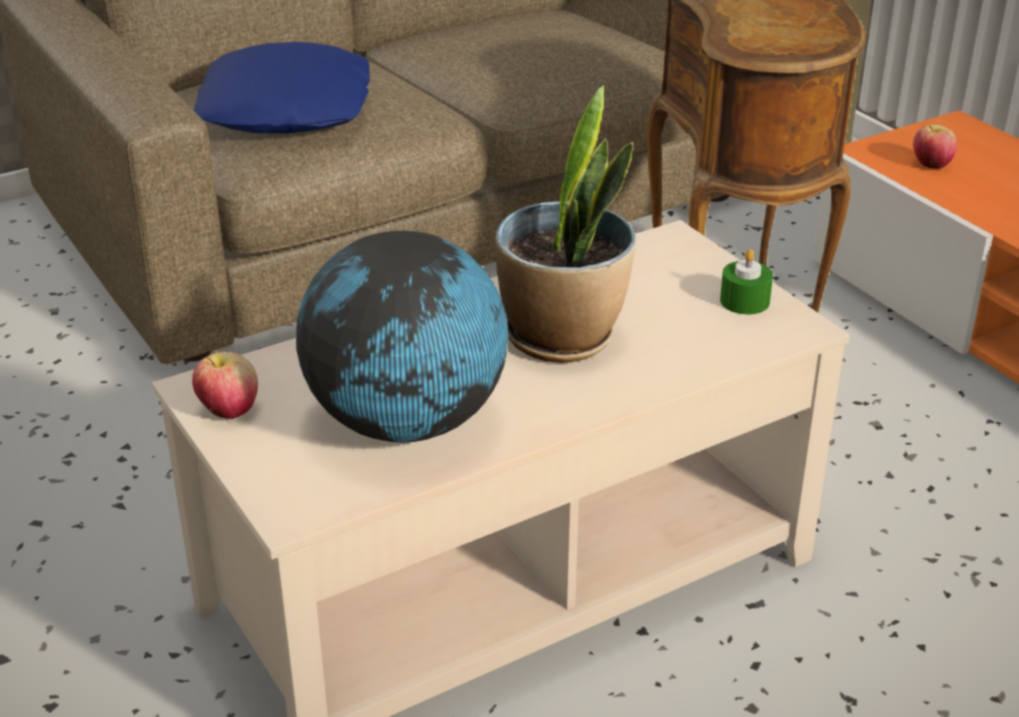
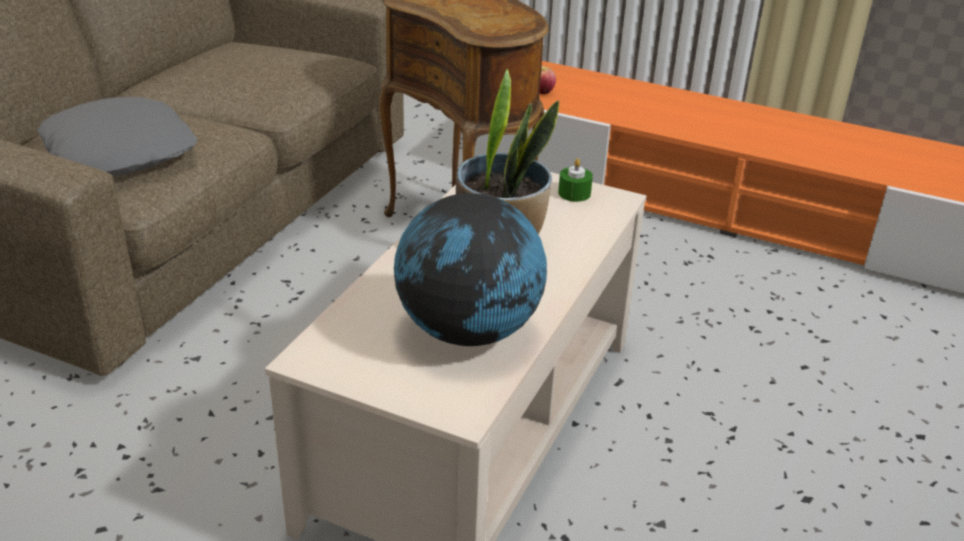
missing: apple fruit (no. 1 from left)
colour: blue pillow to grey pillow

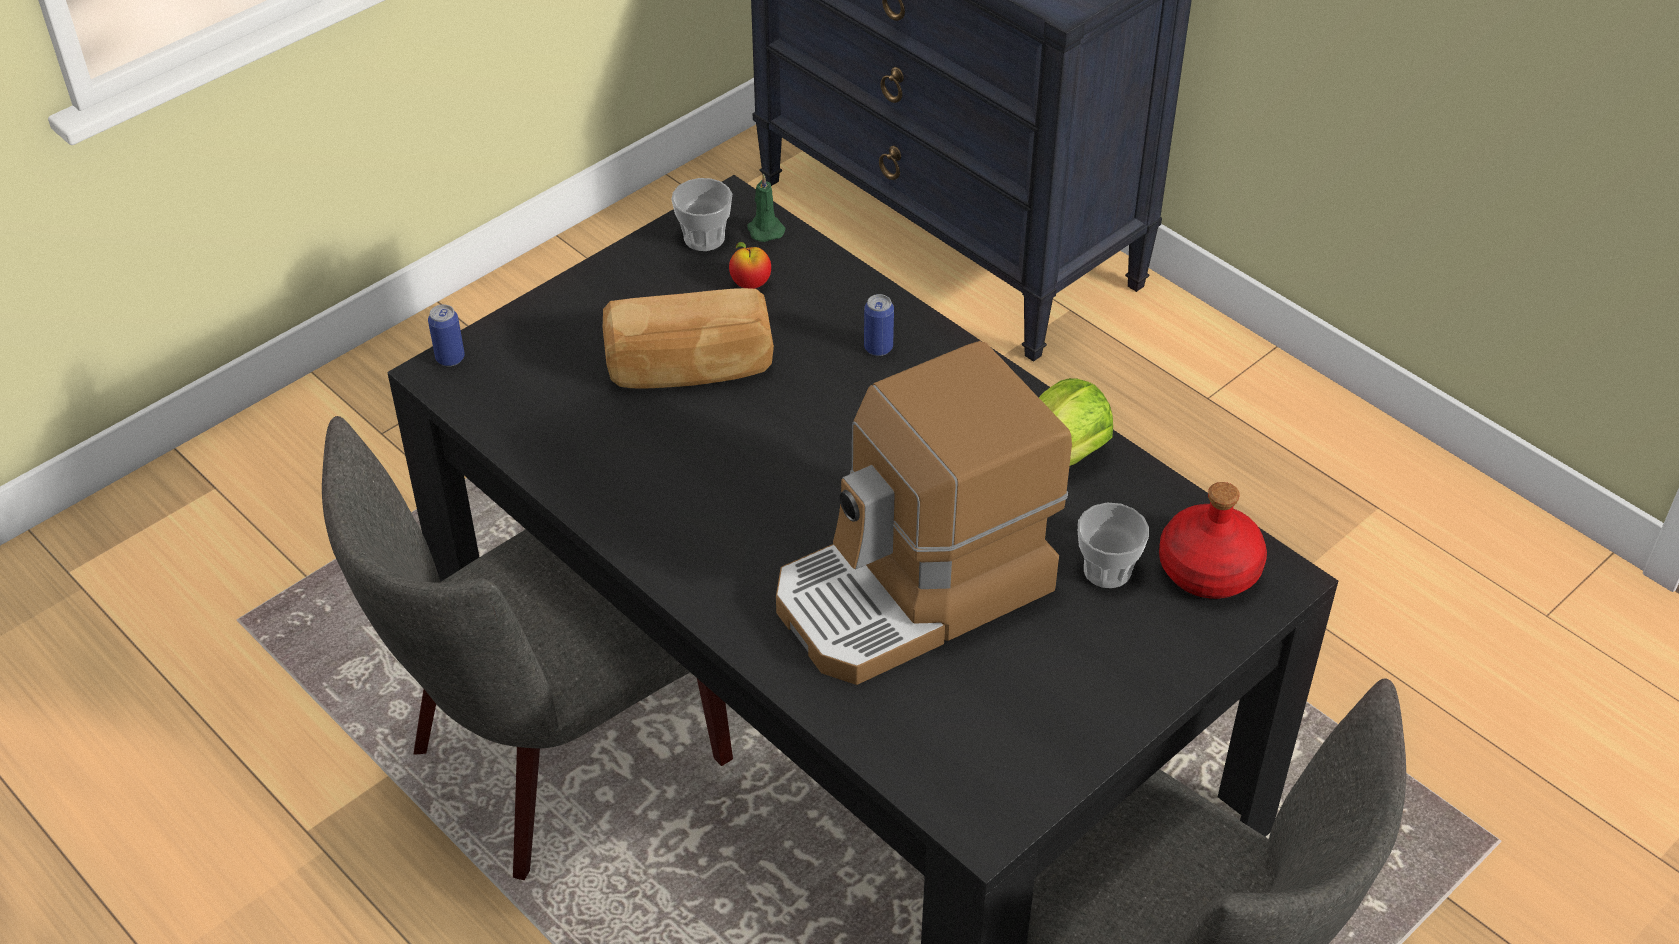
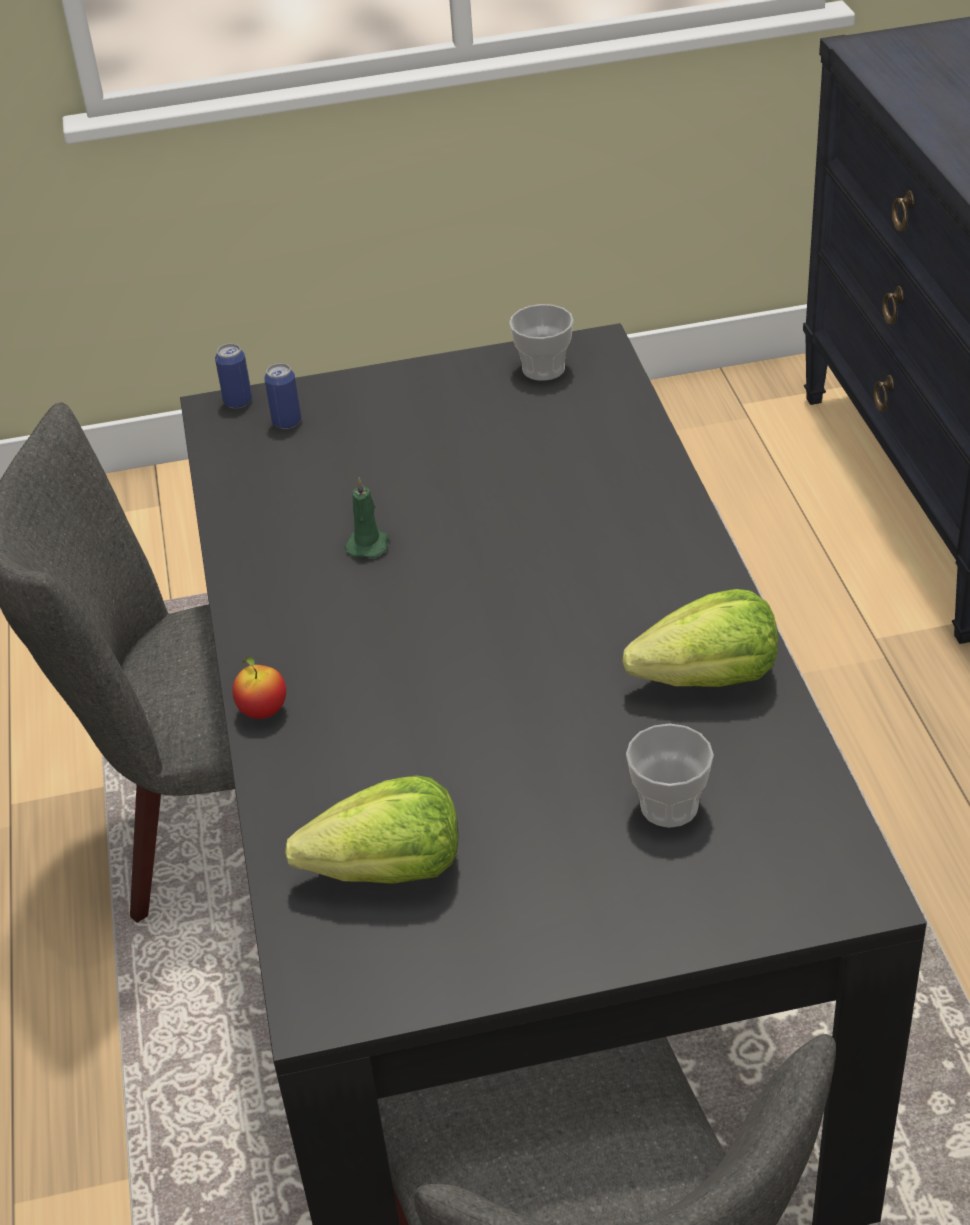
missing: bread; coffee brewer; reddish bottle
appeared: head of lettuce (no. 1 from left)
relocated: green-coloured candle; apple fruit; can (no. 2 from left)

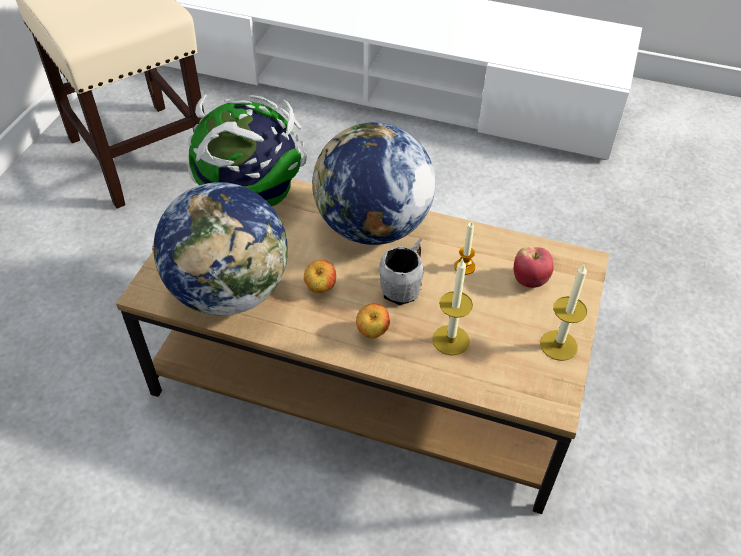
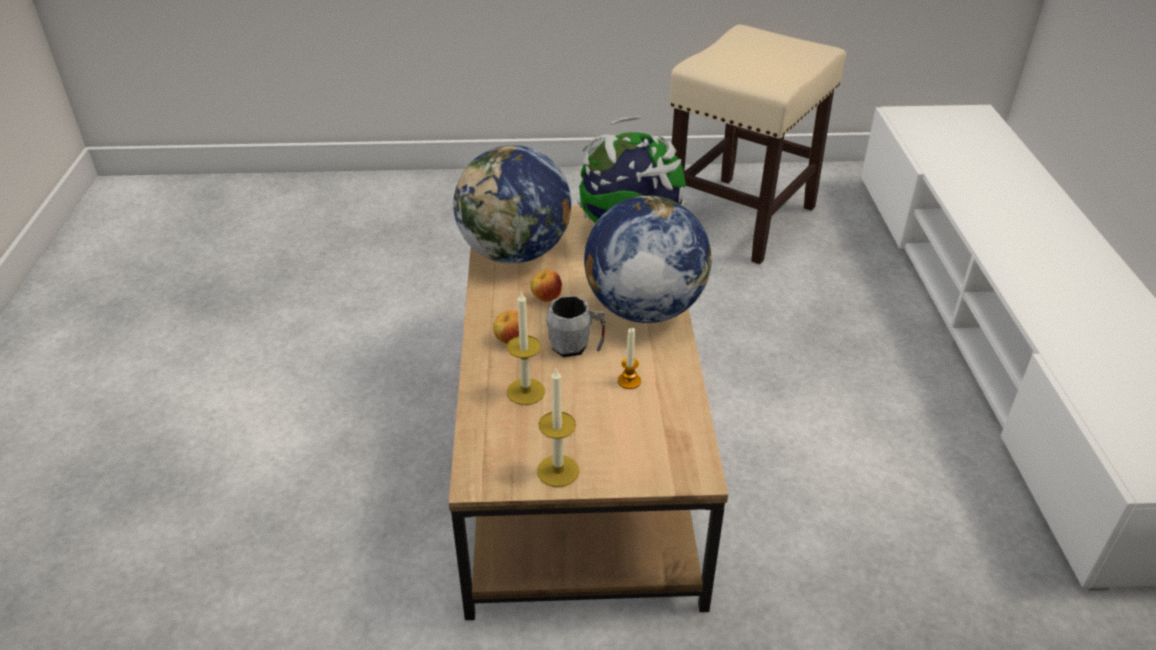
missing: apple fruit (no. 3 from left)

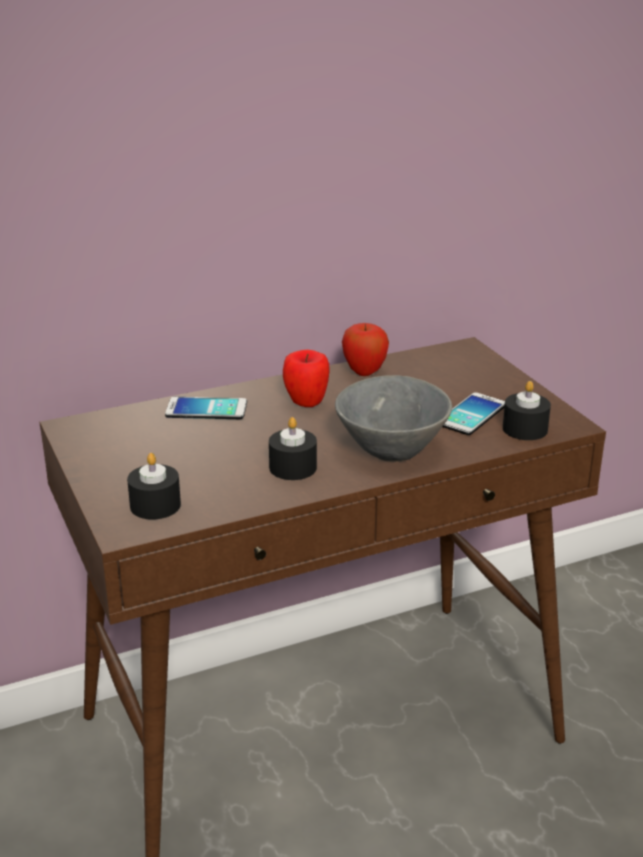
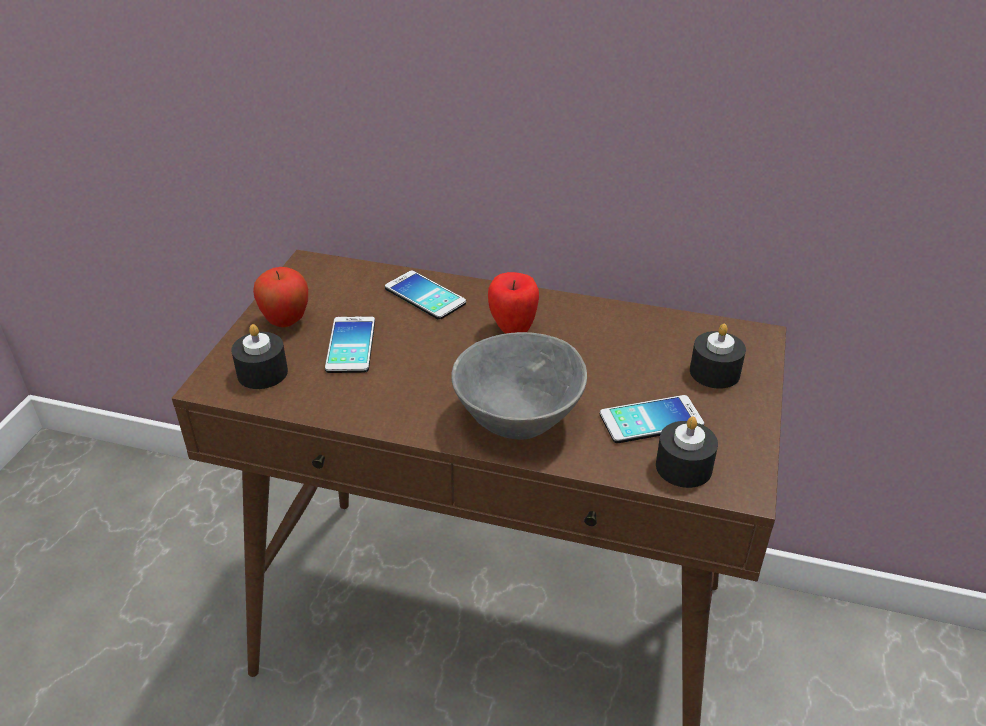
appeared: phone (no. 1 from left)
relocated: apple fruit (no. 2 from left in the first image) to apple fruit (no. 1 from left); blackish candle (no. 2 from left in the first image) to blackish candle (no. 3 from left)

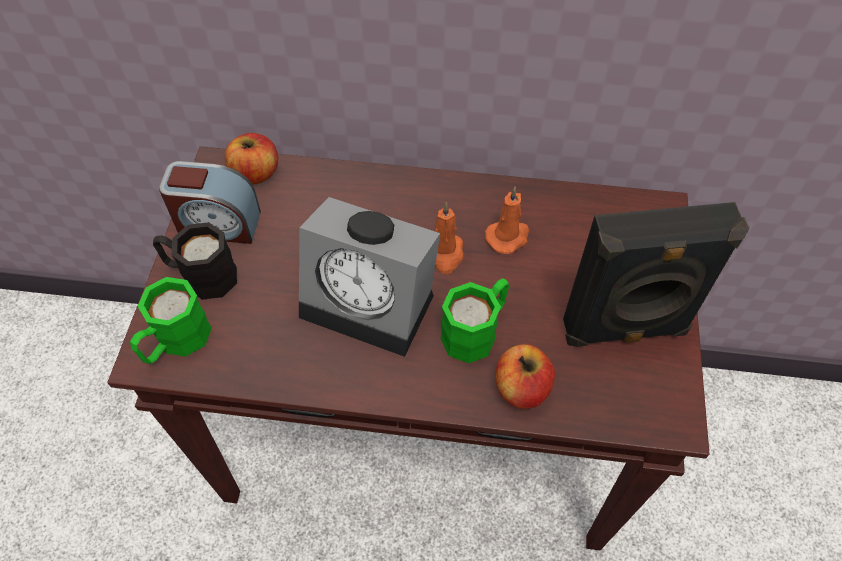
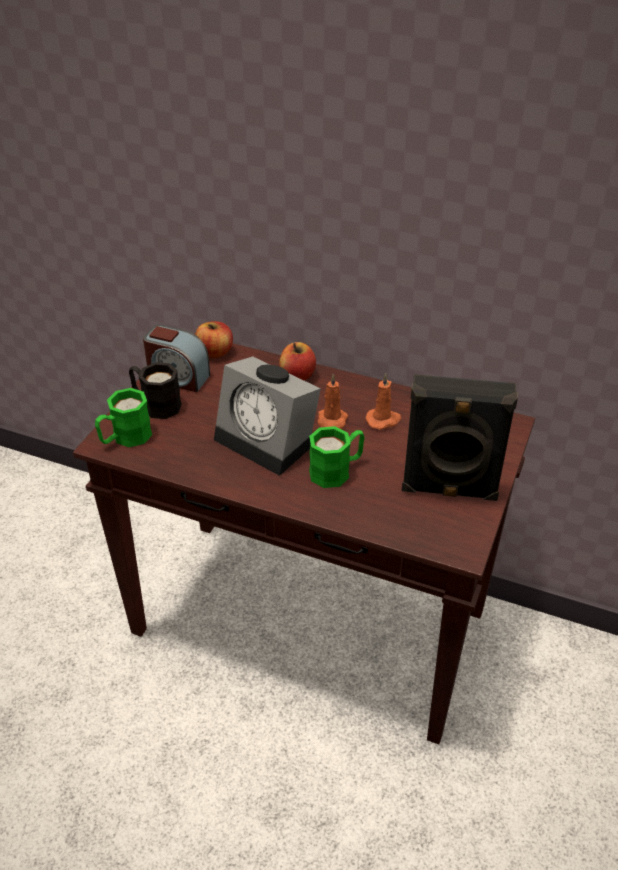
relocated: apple fruit (no. 2 from left)

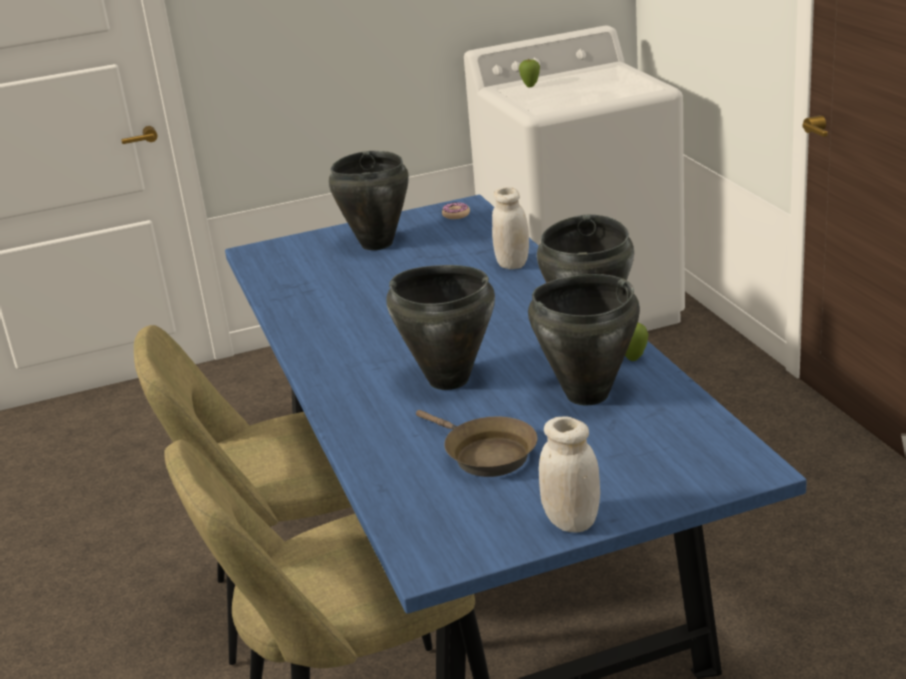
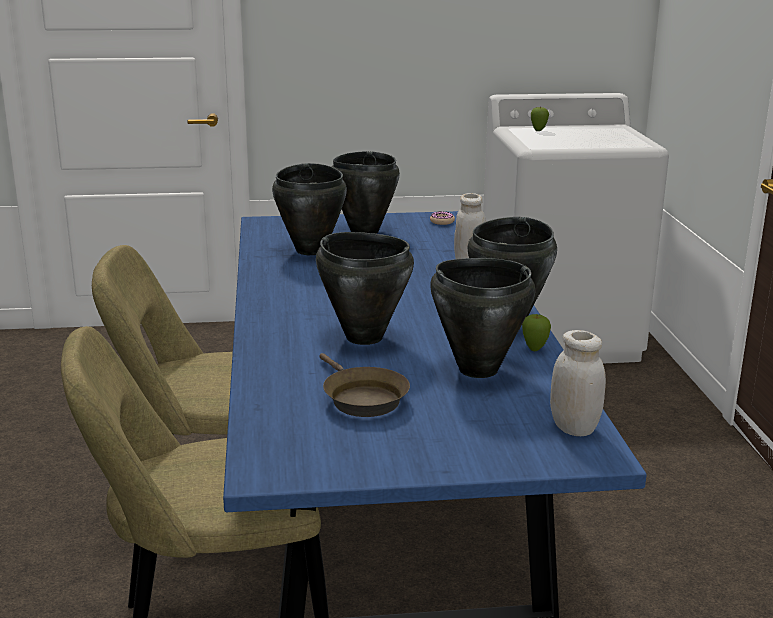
appeared: blackish stockpot (no. 1 from left)
relocated: white-coloured preserve jar (no. 2 from left)

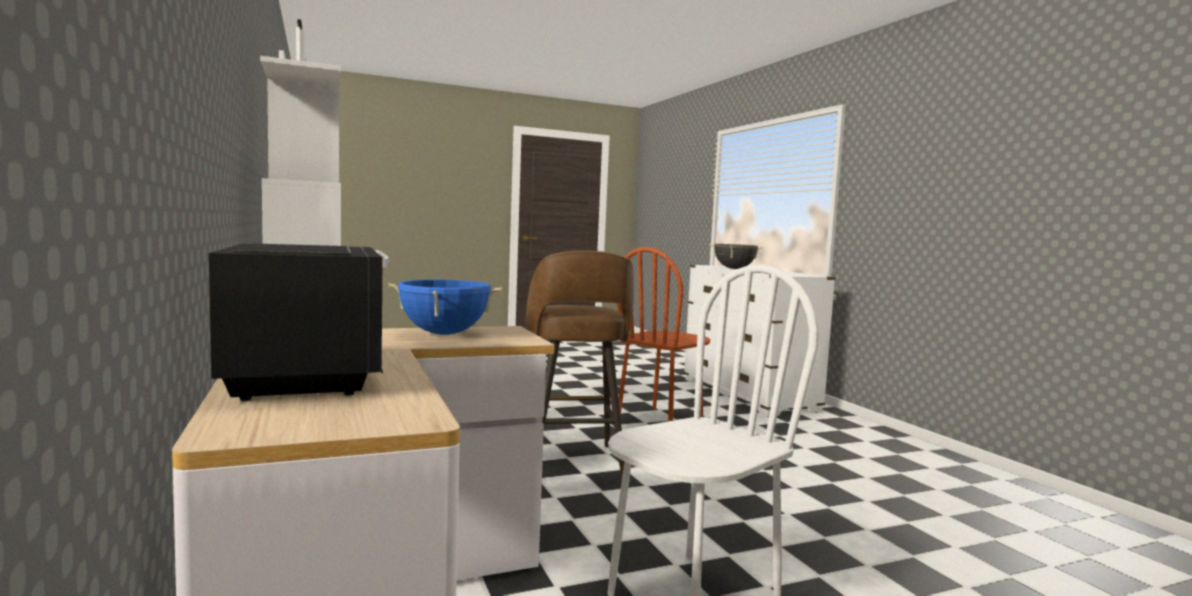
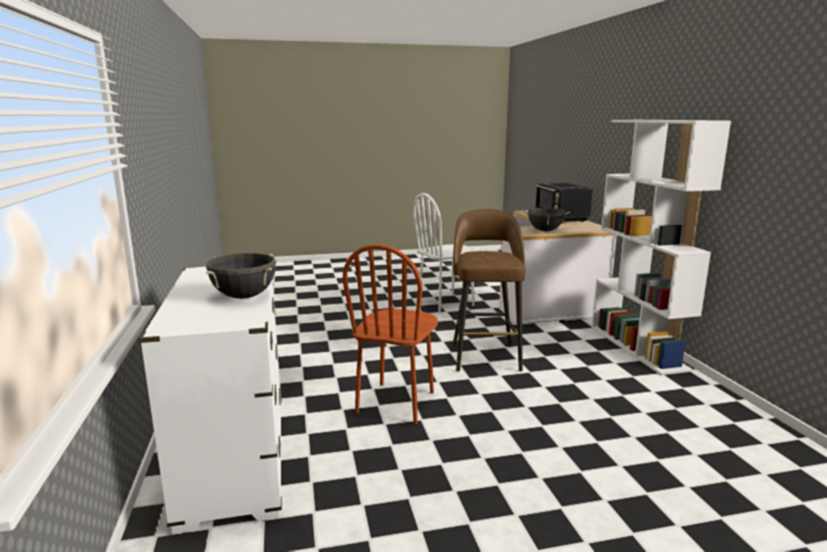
colour: blue stockpot to blackish stockpot (no. 2 from left)
spun: brown-coloured plain chair 150 degrees clockwise

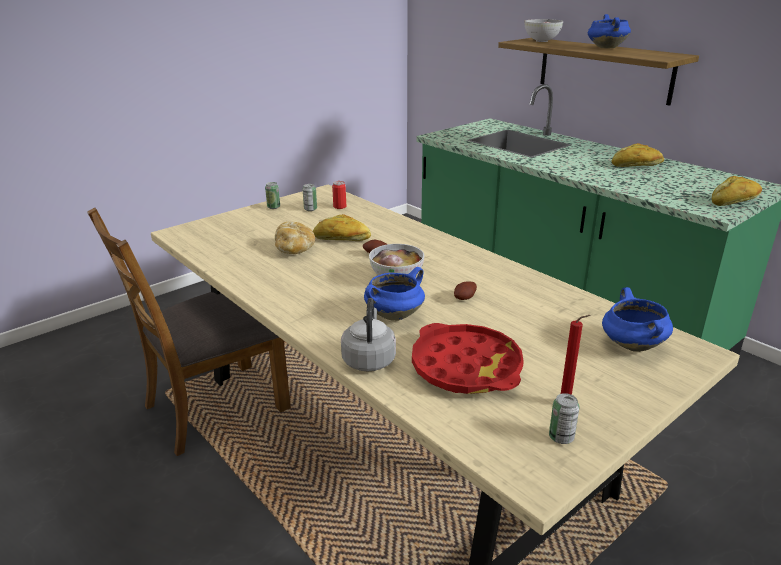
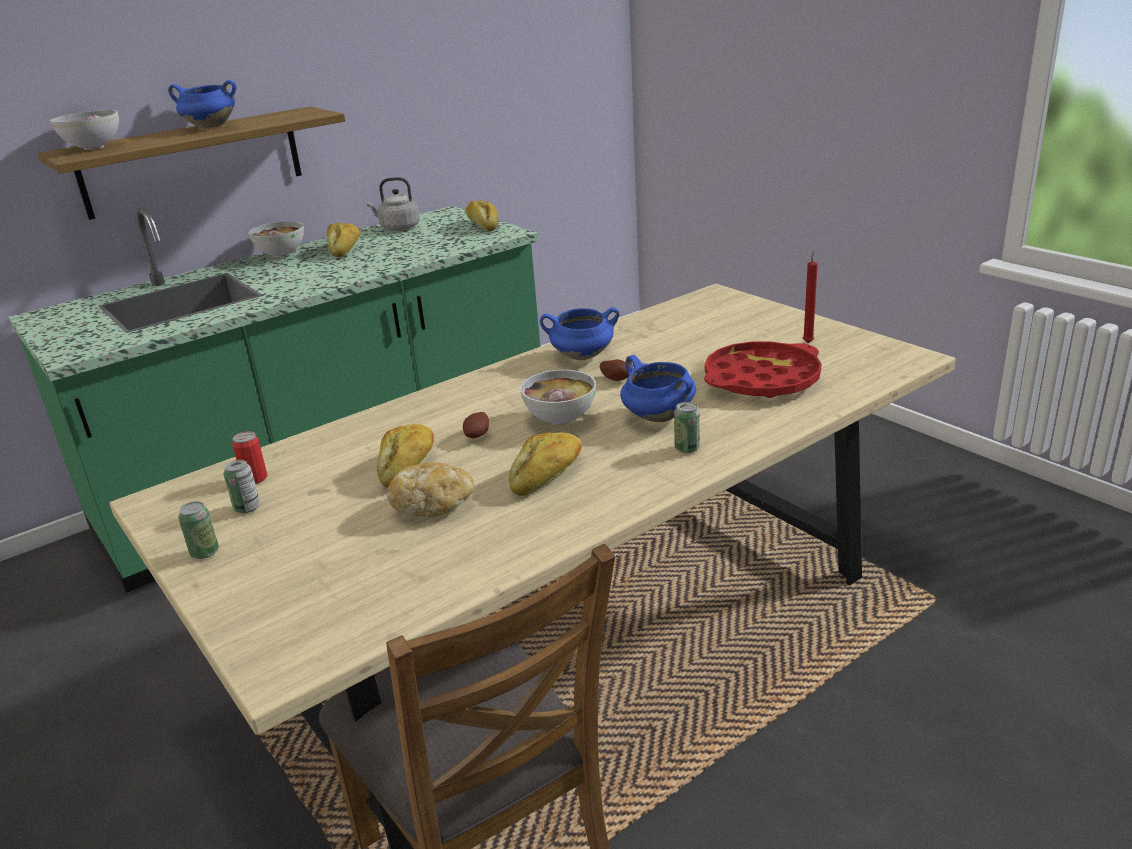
appeared: serving bowl (no. 2 from left); bread (no. 5 from left)
relocated: blue stockpot (no. 3 from left in the first image) to blue stockpot (no. 2 from left); grey water kettle; can (no. 4 from left)

